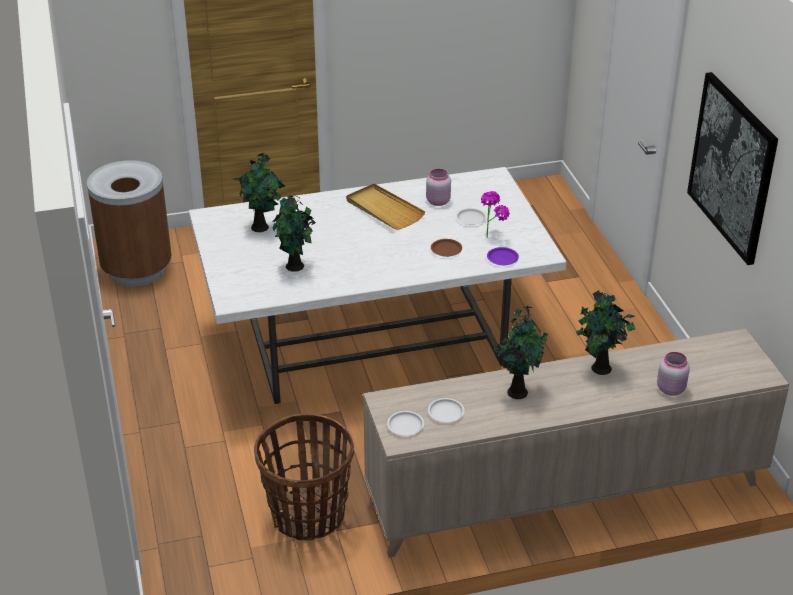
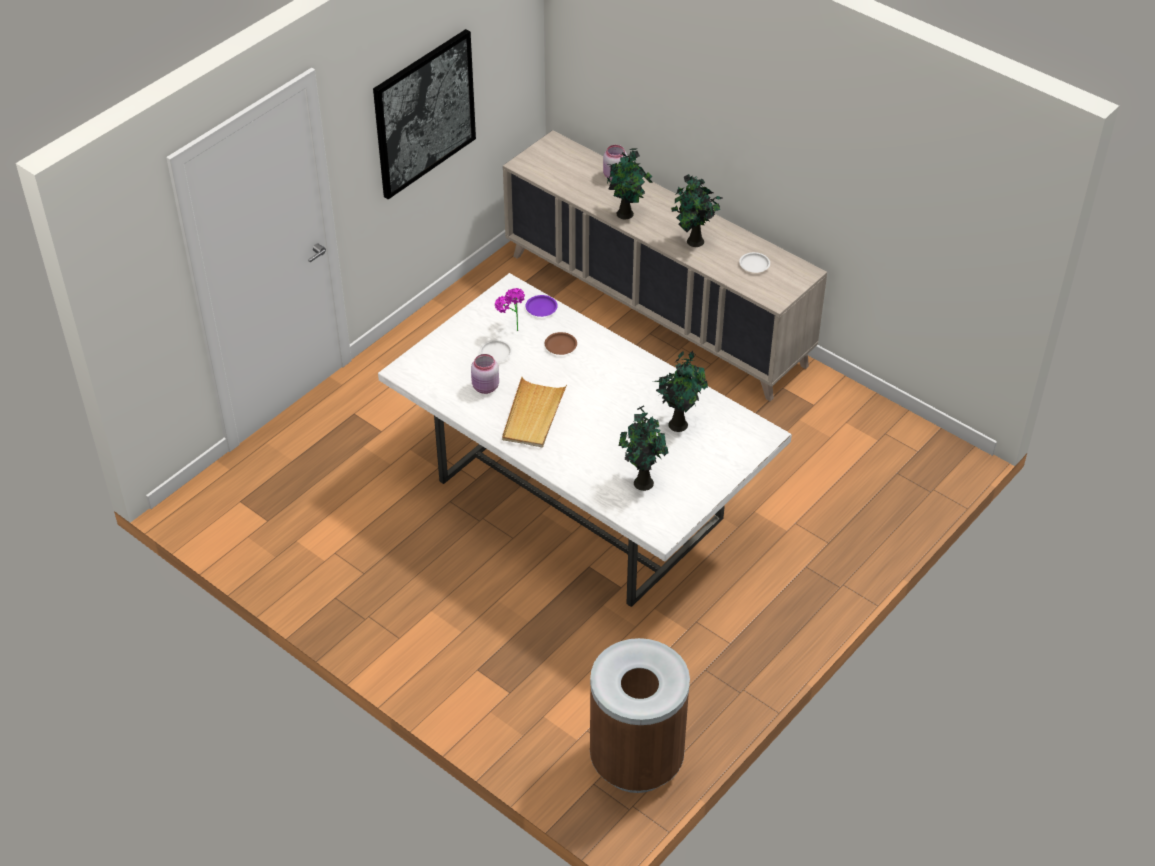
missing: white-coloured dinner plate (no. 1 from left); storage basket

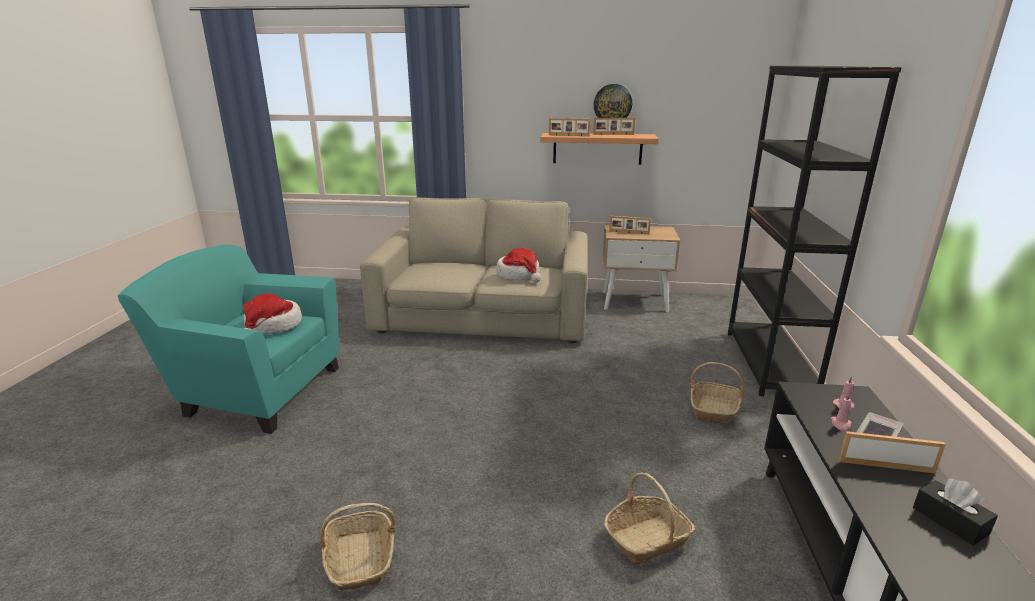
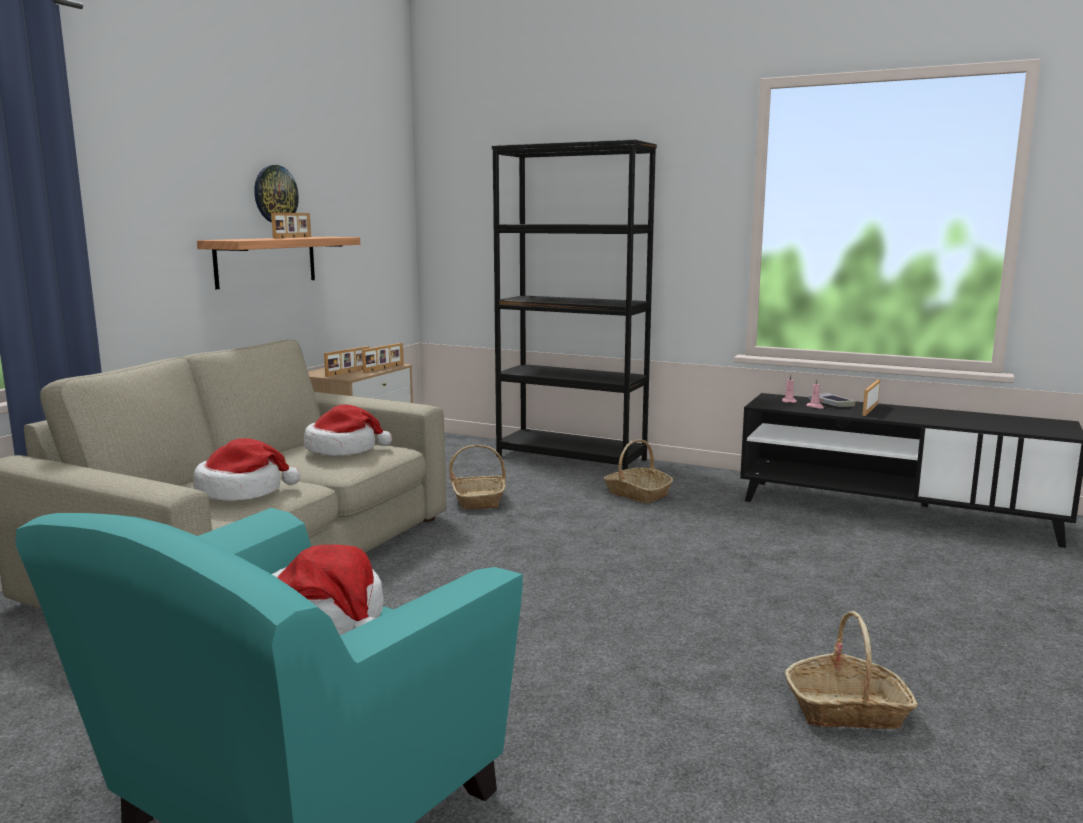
missing: blackish box of tissues
appeared: clothing hat (no. 1 from left)
relocated: photo frame (no. 1 from left in the first image) to photo frame (no. 3 from left); storage basket (no. 2 from left in the first image) to storage basket (no. 1 from left)

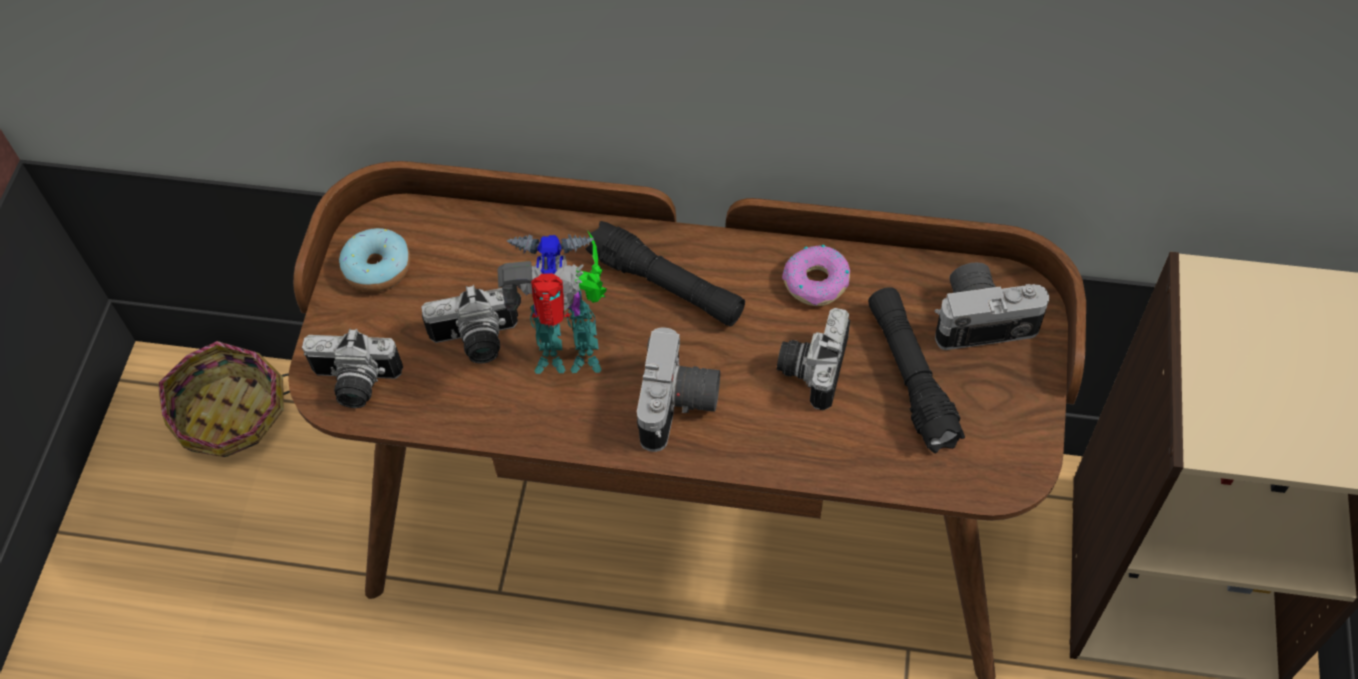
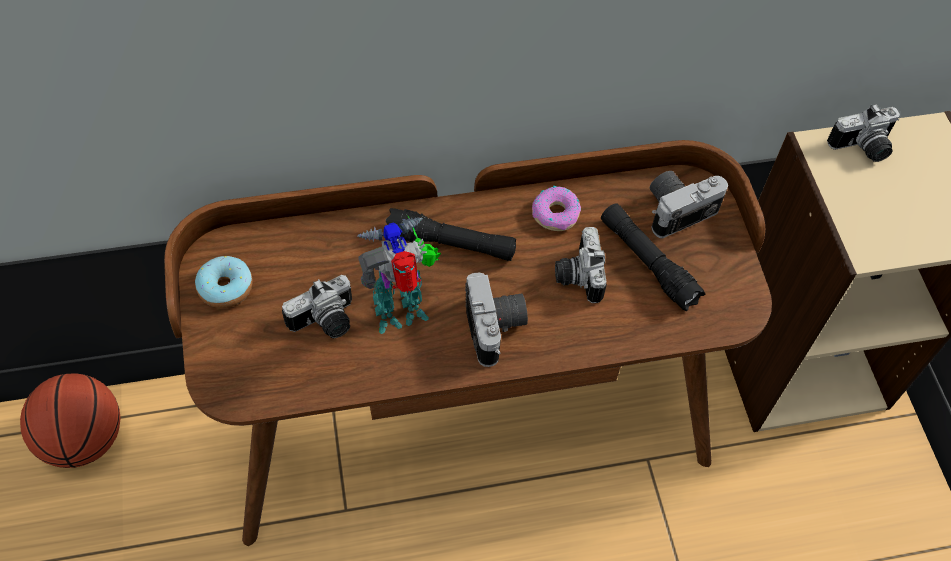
relocated: still camera (no. 1 from left in the first image) to still camera (no. 5 from left)
exchanged: storage basket to ball for basketball

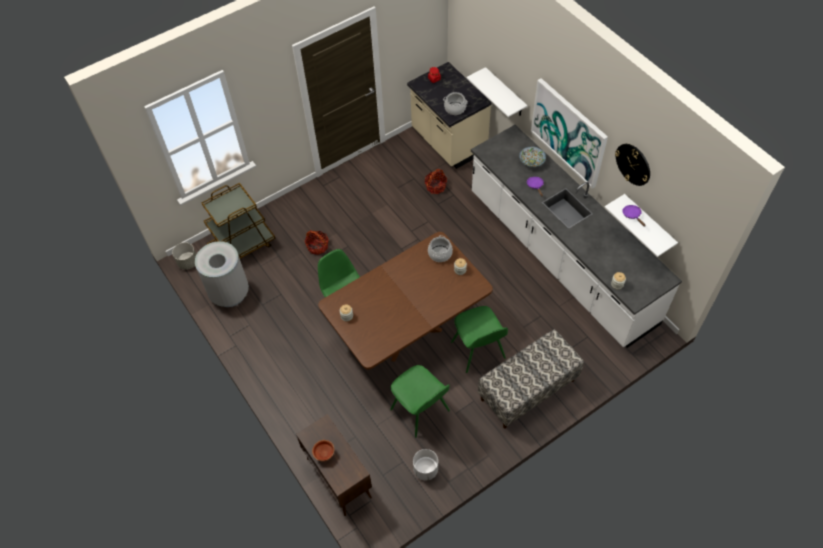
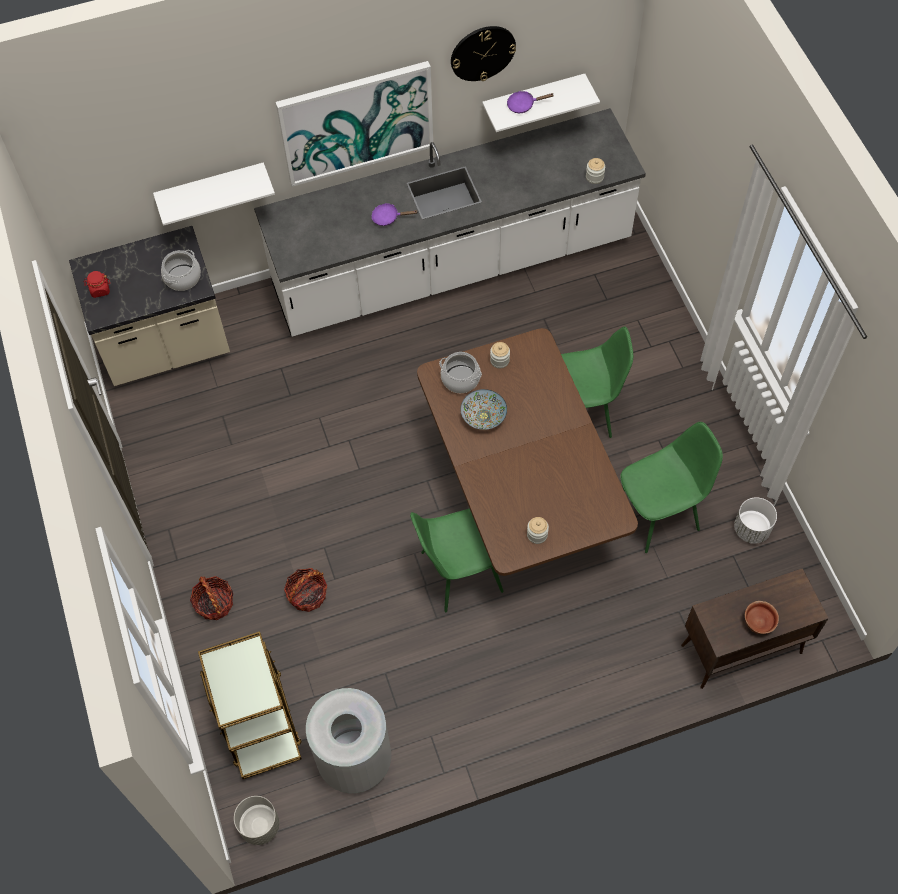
missing: indoor bench
relocated: serving bowl (no. 2 from left in the first image) to serving bowl (no. 1 from left); storage basket (no. 2 from left in the first image) to storage basket (no. 1 from left)

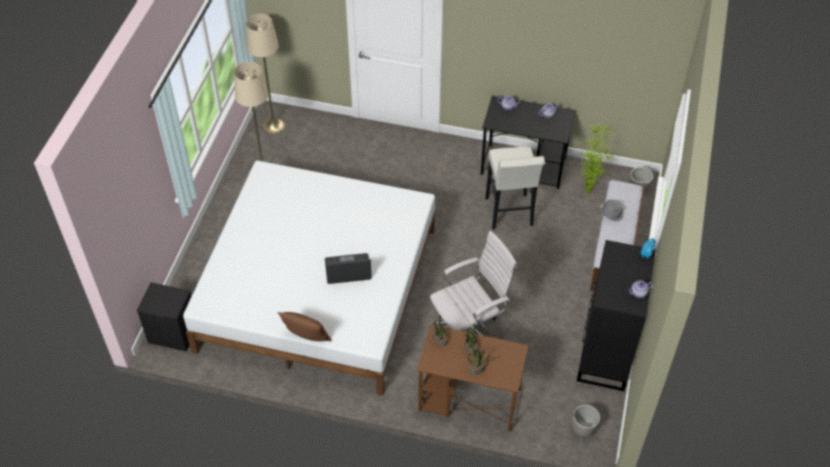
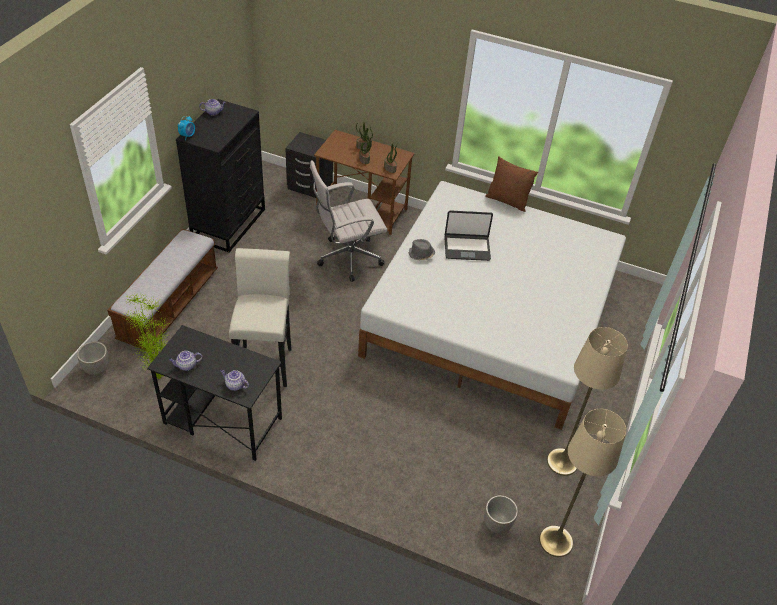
relocated: grey clothing hat; blackish night table; flower pot (no. 1 from left in the first image) to flower pot (no. 2 from left)

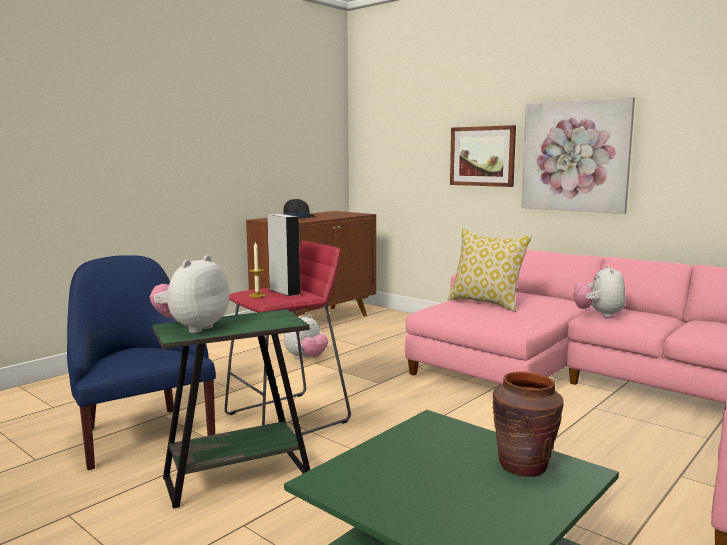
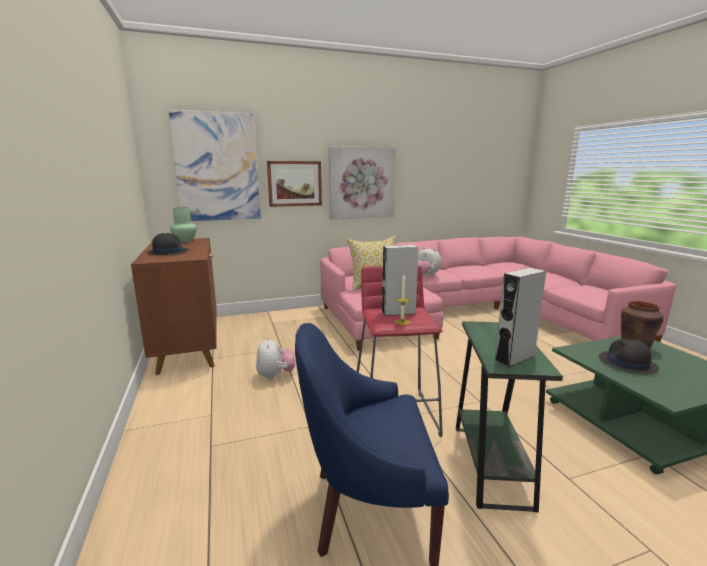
appeared: wall picture (no. 1 from left); green-coloured decorative vase; blackish clothing hat (no. 2 from left)
exchanged: cuddly toy (no. 1 from left) to grey speaker (no. 2 from left)

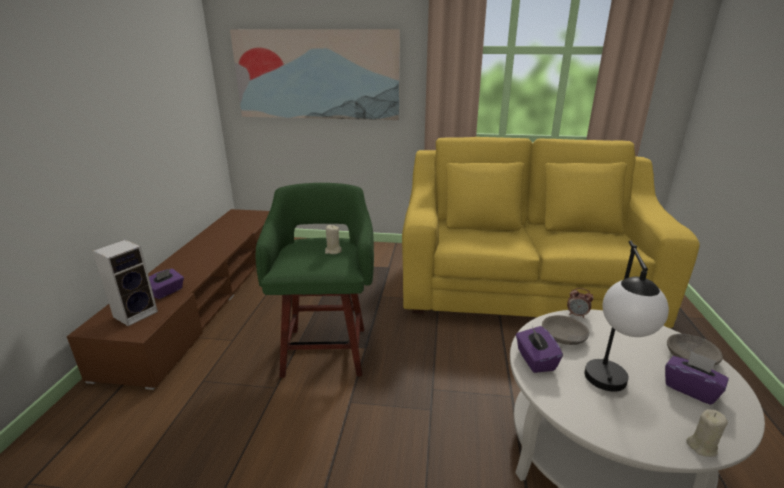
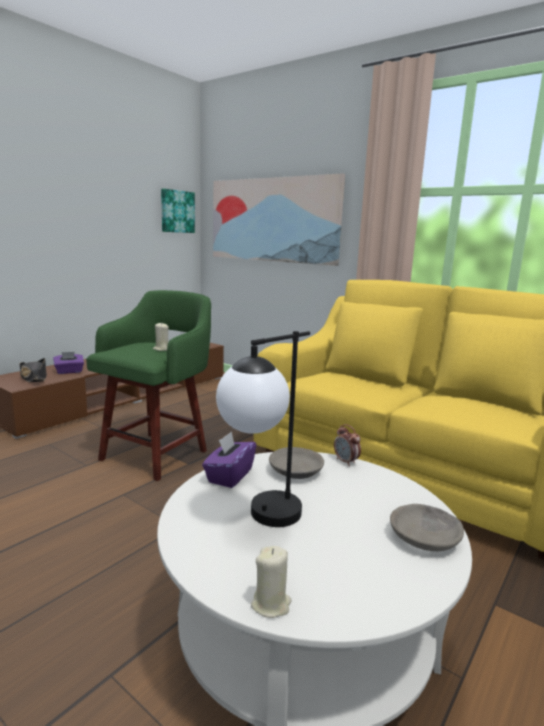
missing: purplish box of tissues (no. 3 from left)
appeared: wall picture (no. 1 from left)
exchanged: speaker to blackish clothing hat

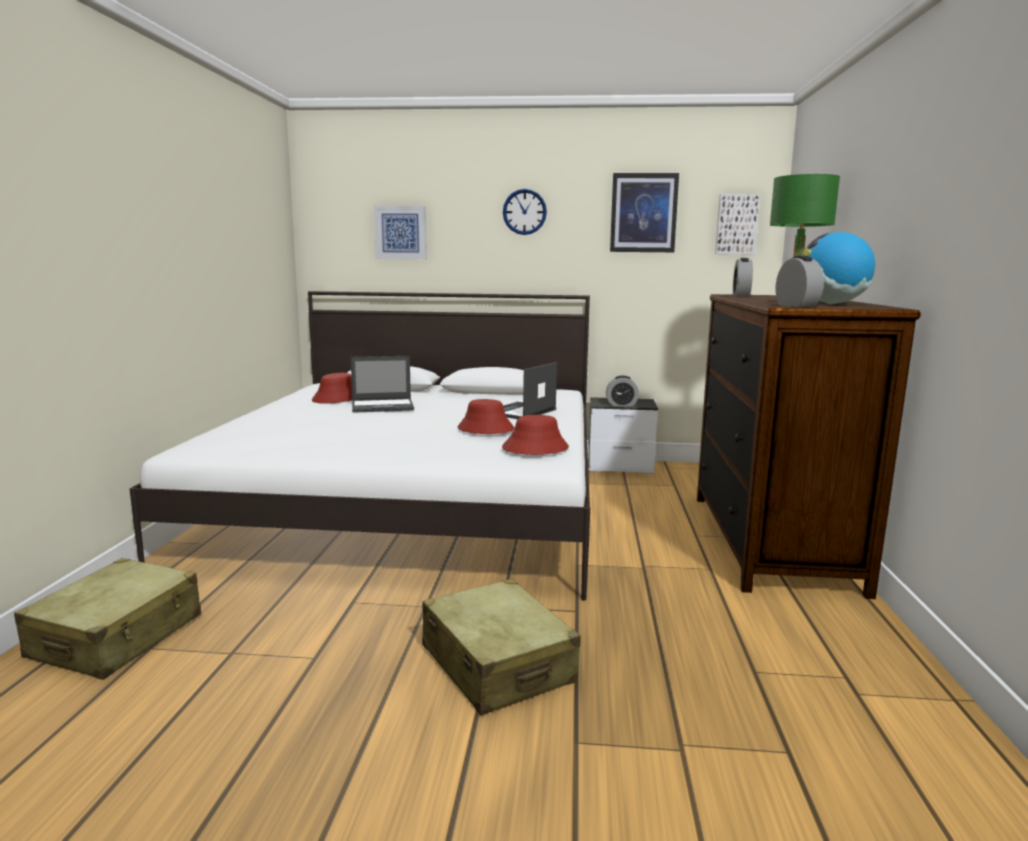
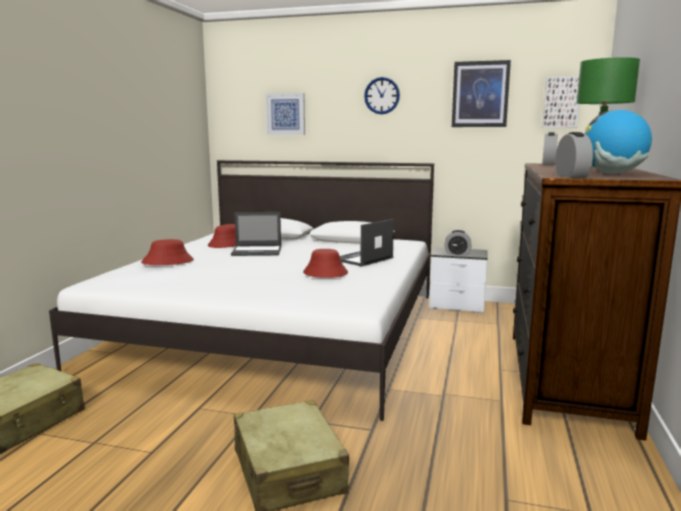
relocated: reddish clothing hat (no. 3 from left in the first image) to reddish clothing hat (no. 1 from left)

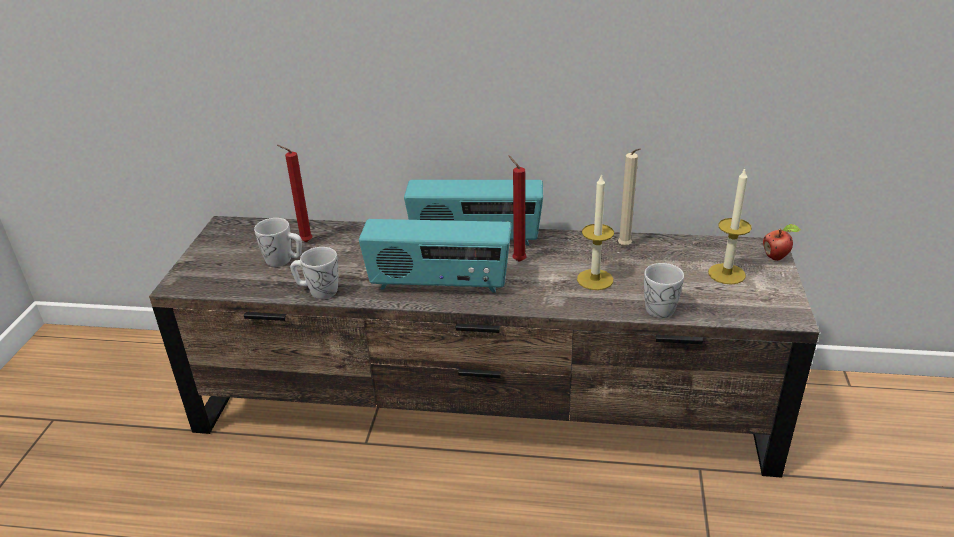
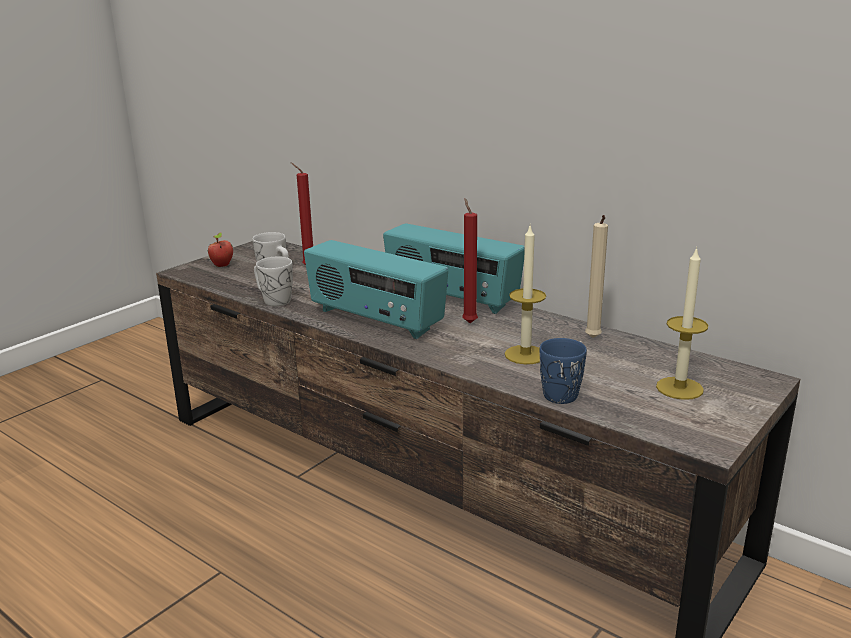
relocated: apple fruit
colour: white-coloured tea mug (no. 3 from left) to blue tea mug

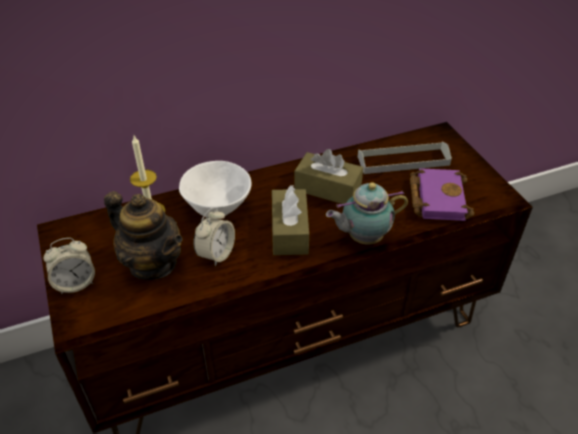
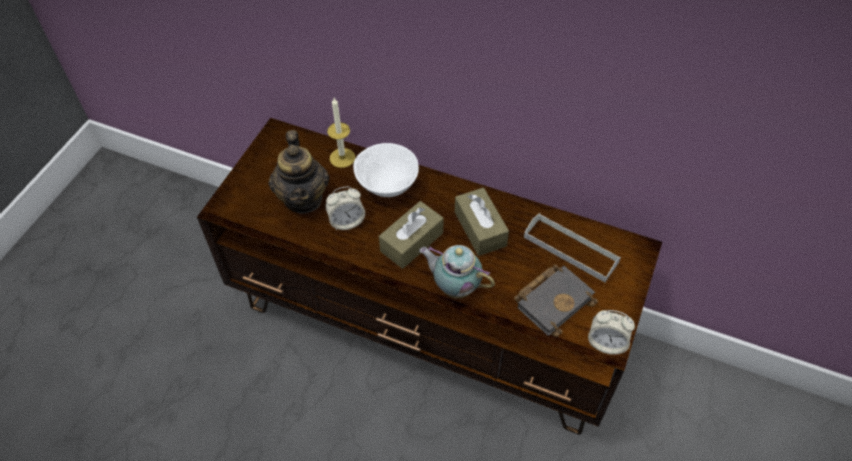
relocated: bedside clock (no. 1 from left in the first image) to bedside clock (no. 2 from left)
colour: purplish bound book to blackish bound book

